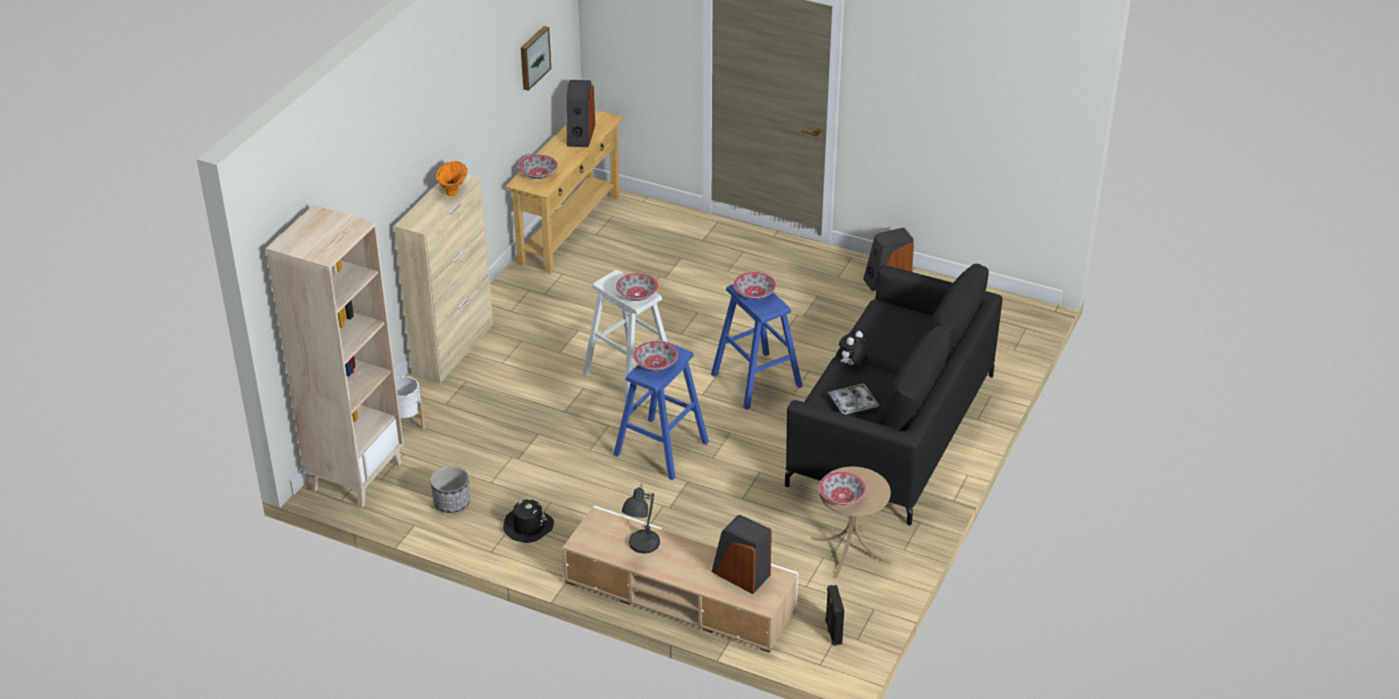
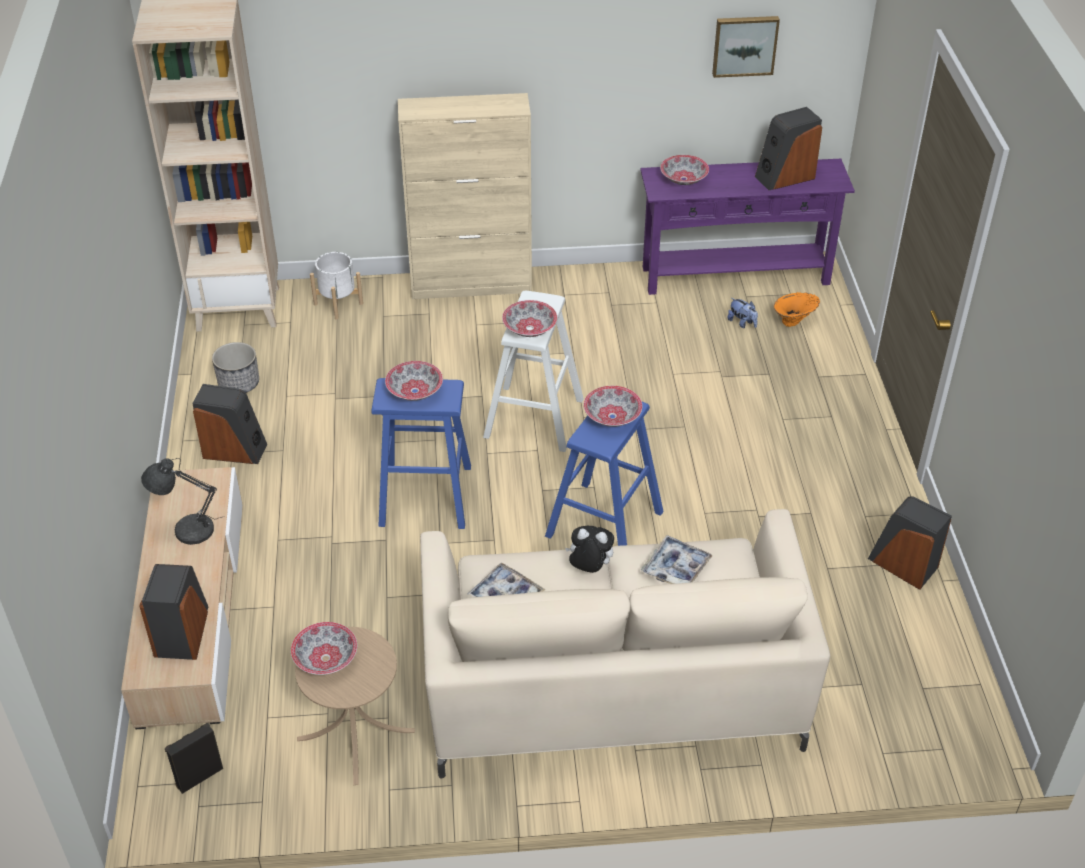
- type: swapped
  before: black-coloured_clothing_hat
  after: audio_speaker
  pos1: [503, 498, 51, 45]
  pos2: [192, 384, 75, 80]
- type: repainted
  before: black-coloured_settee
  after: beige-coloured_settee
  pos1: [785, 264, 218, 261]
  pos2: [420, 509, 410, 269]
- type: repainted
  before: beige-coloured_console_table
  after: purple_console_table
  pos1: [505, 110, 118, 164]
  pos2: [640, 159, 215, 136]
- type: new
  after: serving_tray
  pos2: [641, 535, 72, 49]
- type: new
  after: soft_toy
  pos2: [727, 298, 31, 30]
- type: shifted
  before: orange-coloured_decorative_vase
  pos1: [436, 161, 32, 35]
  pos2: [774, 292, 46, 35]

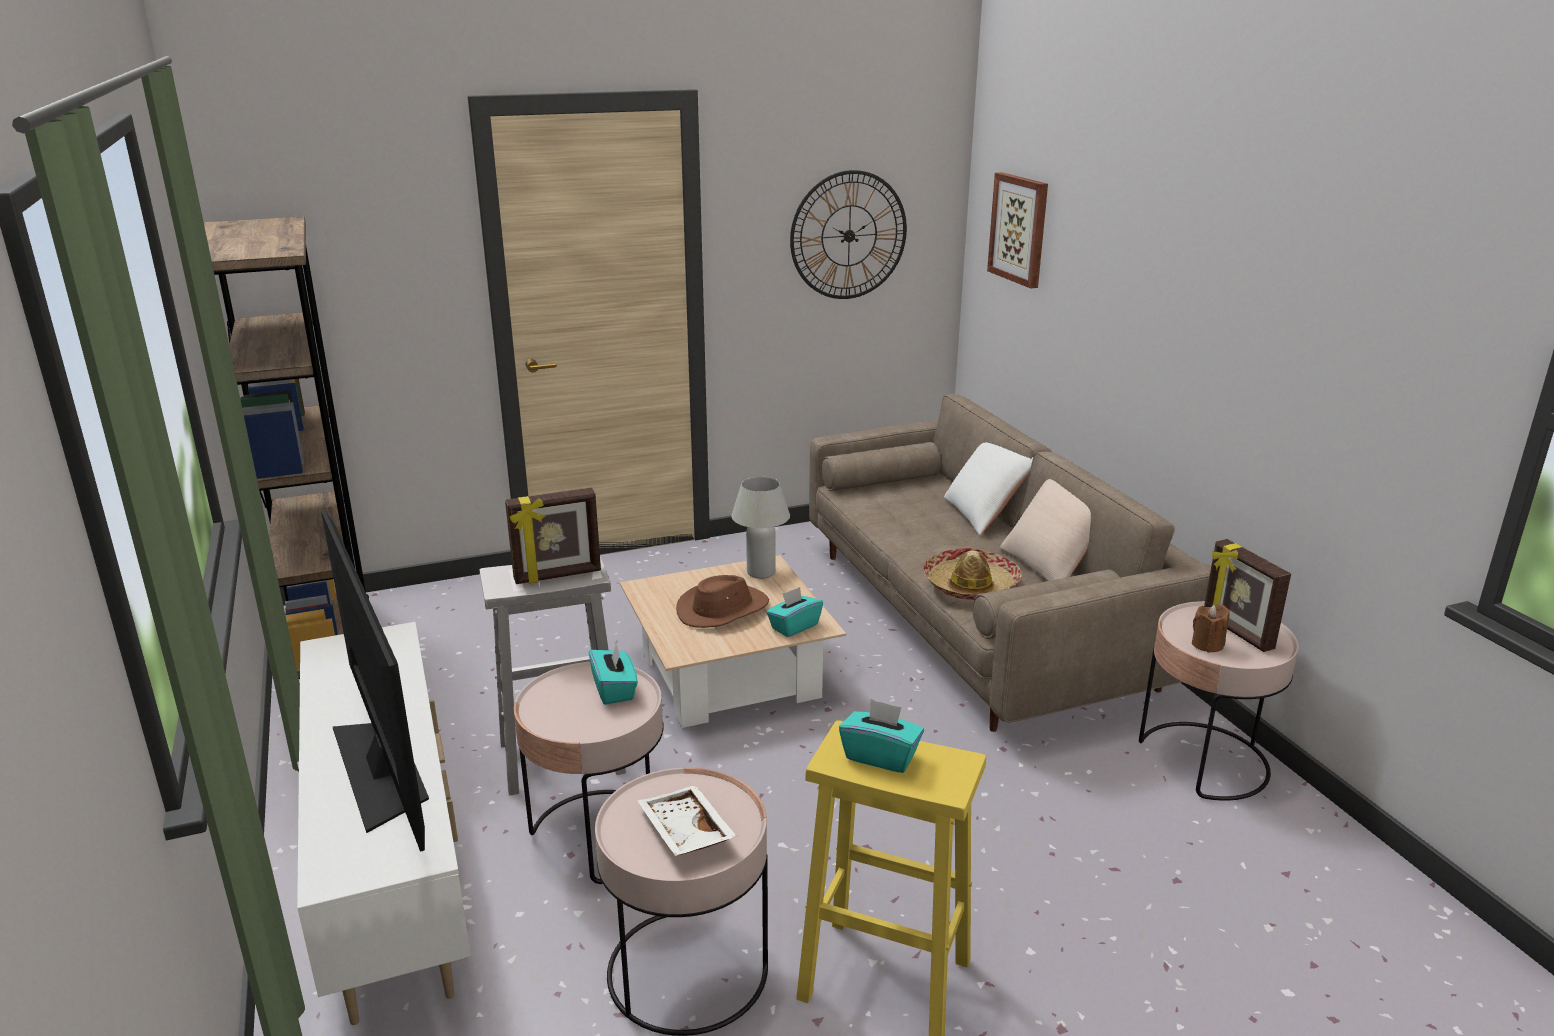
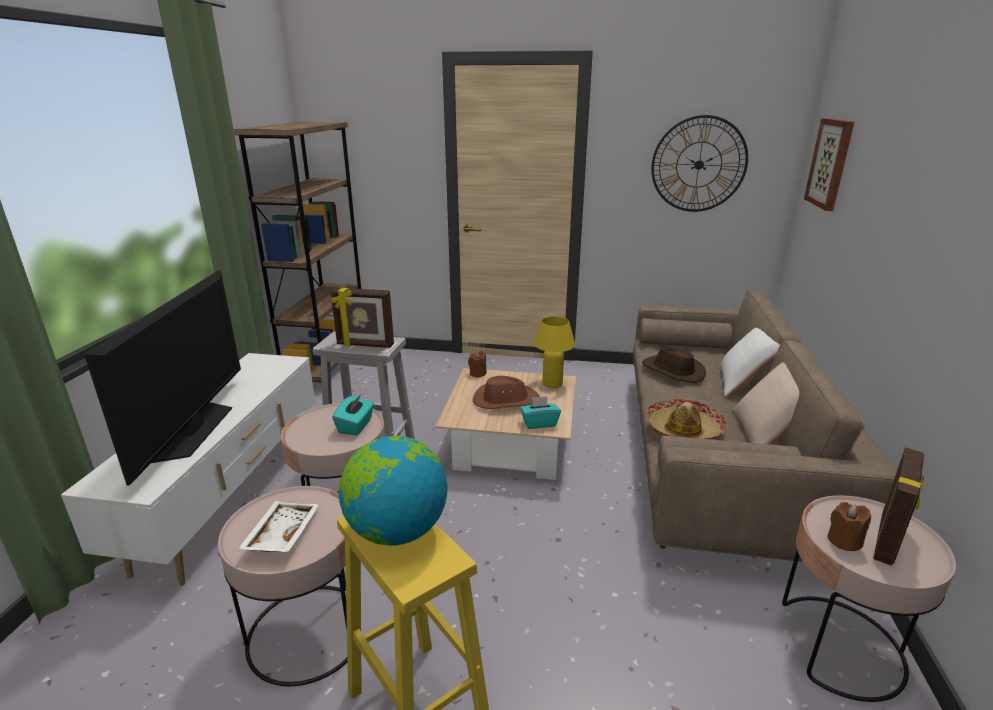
- type: swapped
  before: turquoise_box_of_tissues
  after: desk_globe
  pos1: [839, 699, 85, 74]
  pos2: [339, 436, 108, 110]
- type: new
  after: brown-coloured_candle
  pos2: [468, 351, 19, 27]
- type: repainted
  before: white_lamp_for_a_table
  after: yellow_lamp_for_a_table
  pos1: [731, 477, 59, 102]
  pos2: [534, 316, 41, 72]
- type: new
  after: brown-coloured_clothing_hat
  pos2: [642, 348, 64, 35]
- type: rotated
  before: standing_frame
  pos1: [1204, 539, 87, 113]
  pos2: [873, 447, 51, 119]
  turn: -150

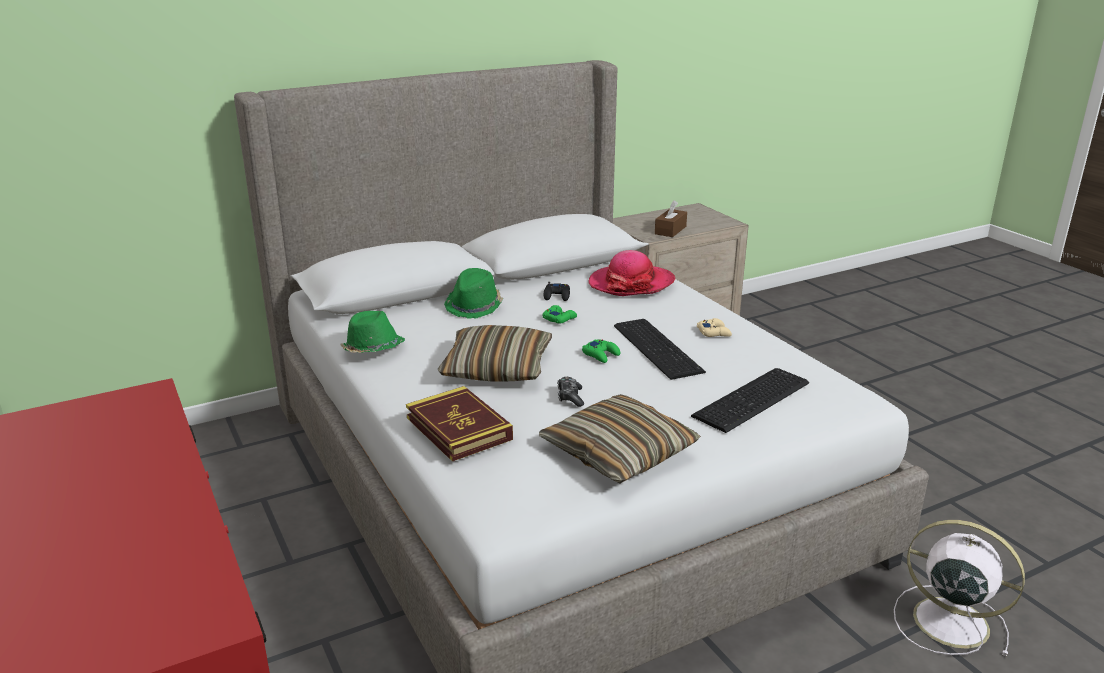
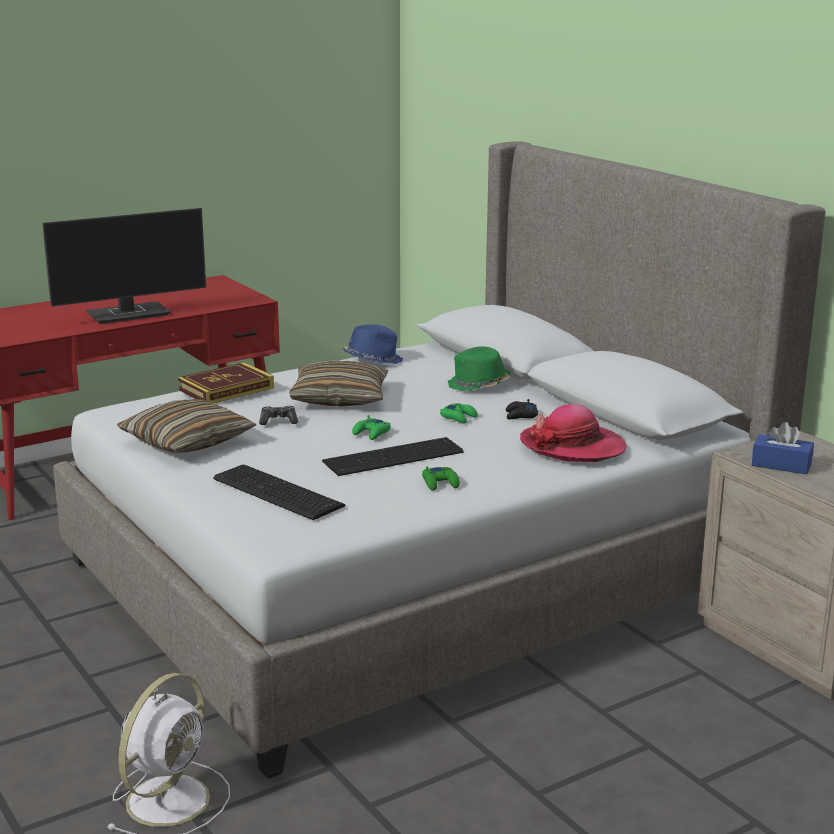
- type: new
  after: computer_screen
  pos2: [43, 208, 163, 116]
- type: repainted
  before: green-coloured_clothing_hat
  after: bluish_clothing_hat
  pos1: [340, 311, 65, 42]
  pos2: [343, 324, 60, 40]
- type: repainted
  before: beige-coloured_game_controller
  after: green-coloured_game_controller
  pos1: [697, 318, 35, 19]
  pos2: [422, 467, 38, 24]
- type: repainted
  before: brown-coloured_box_of_tissues
  after: bluish_box_of_tissues
  pos1: [655, 200, 32, 37]
  pos2: [752, 422, 62, 52]

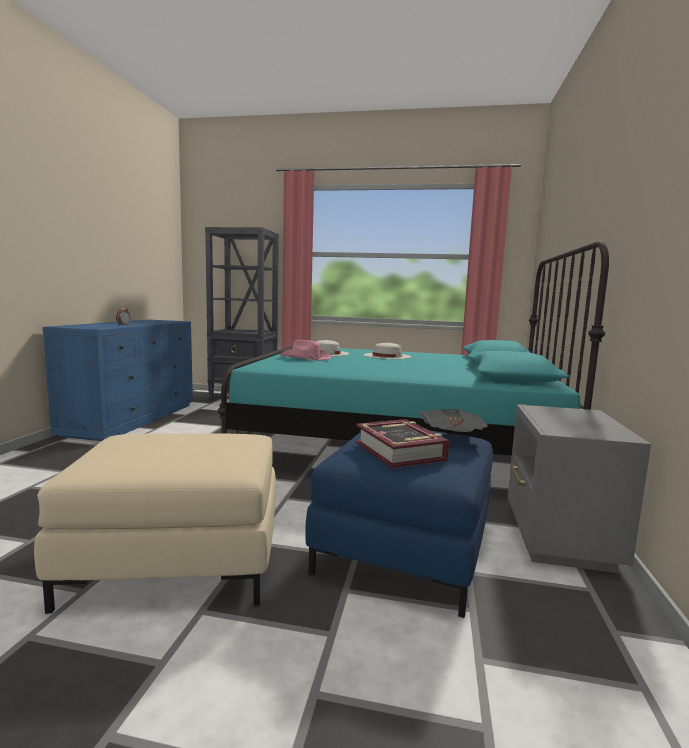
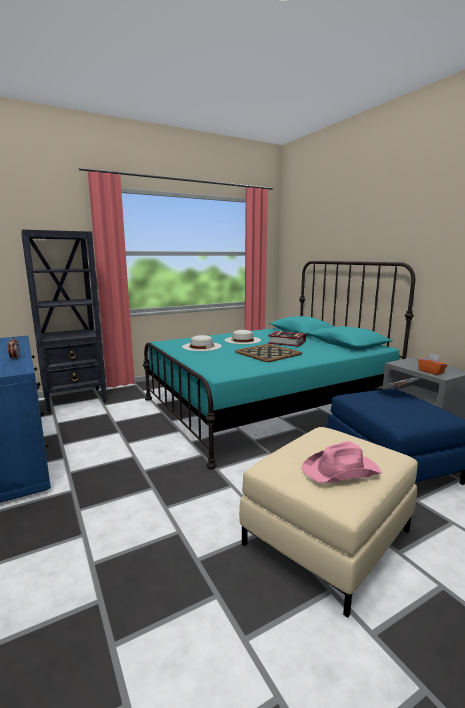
- type: new
  after: serving_tray
  pos2: [235, 344, 67, 18]
- type: shifted
  before: book
  pos1: [355, 419, 94, 50]
  pos2: [268, 331, 38, 16]
- type: shifted
  before: pink_clothing_hat
  pos1: [279, 340, 52, 21]
  pos2: [302, 441, 80, 42]
- type: new
  after: orange-coloured_box_of_tissues
  pos2: [418, 353, 30, 22]

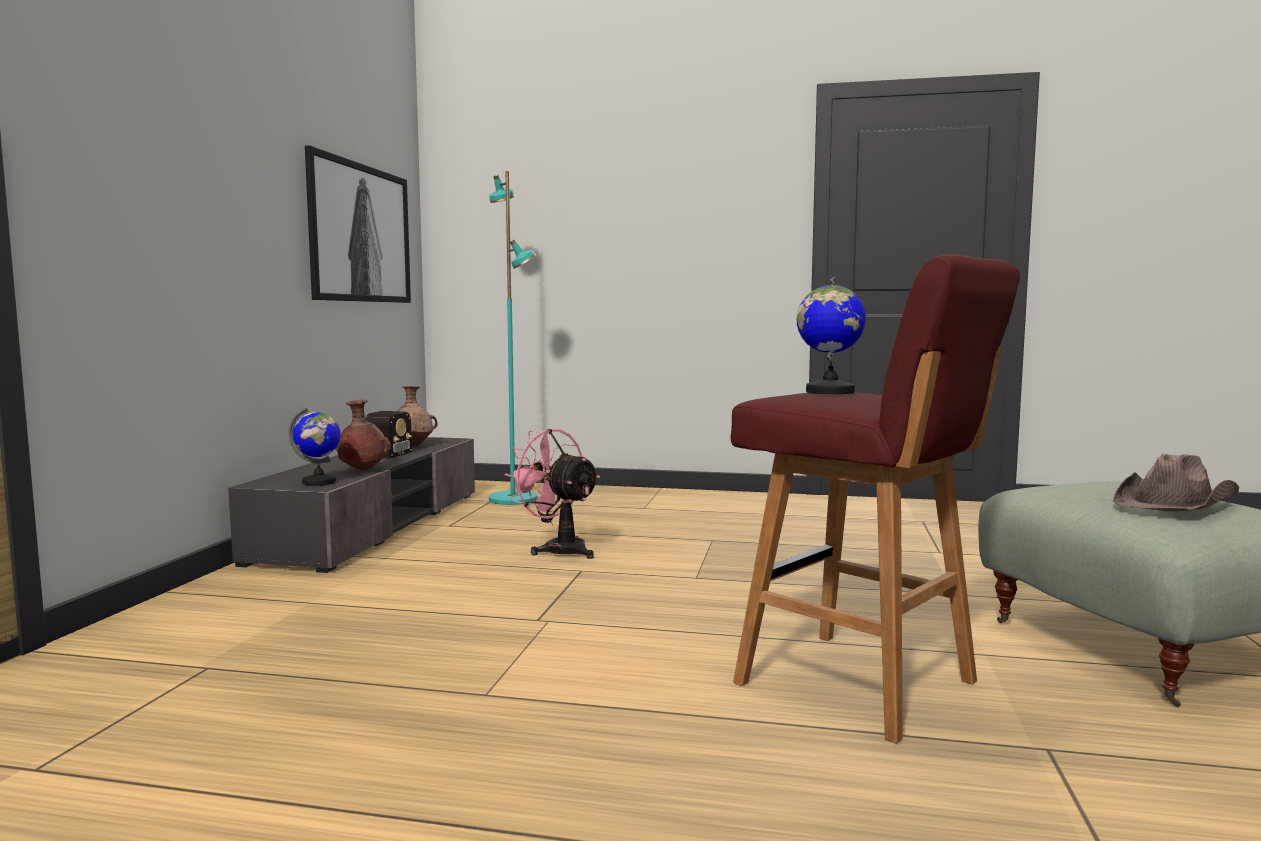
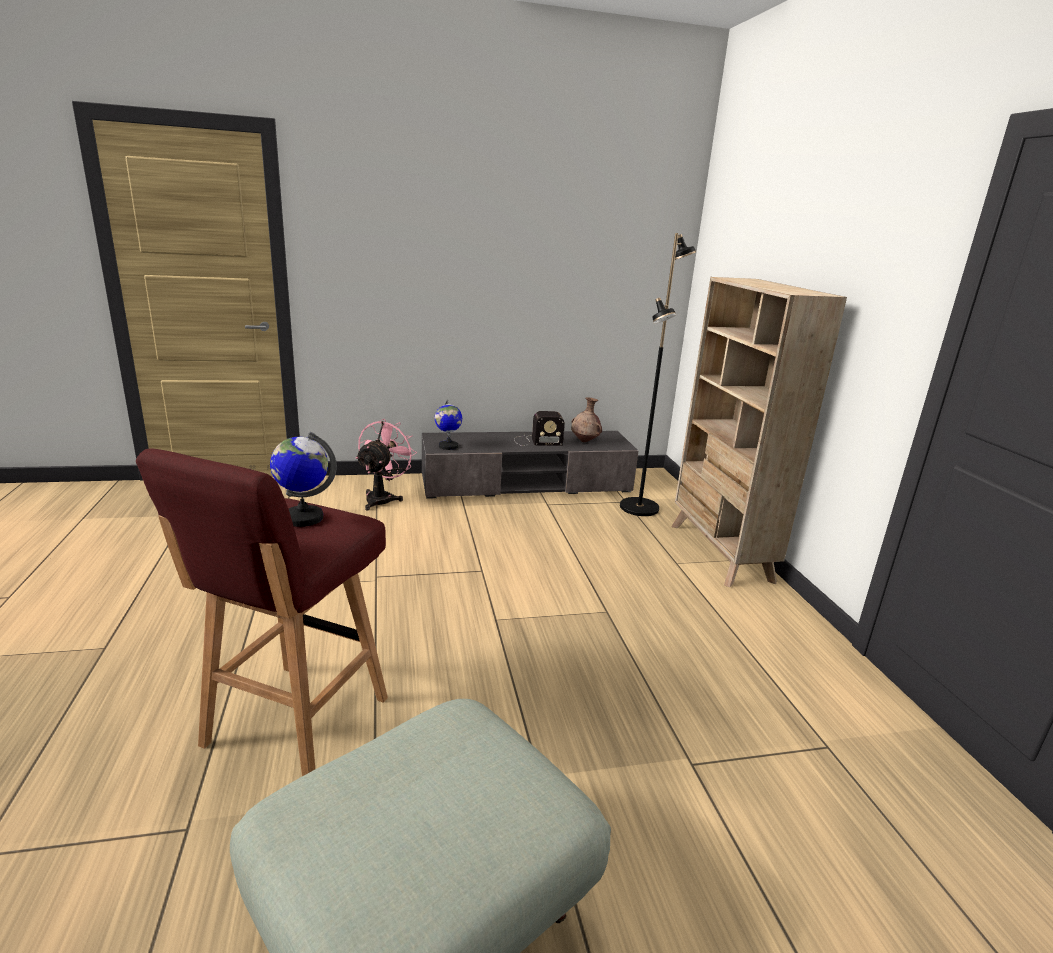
- type: shifted
  before: pink_electric_fan
  pos1: [504, 429, 96, 130]
  pos2: [356, 419, 61, 91]
- type: repainted
  before: turquoise_floor_lamp
  after: black-coloured_floor_lamp
  pos1: [489, 171, 48, 334]
  pos2: [620, 233, 76, 283]
- type: new
  after: beige-coloured_shelving_unit
  pos2: [671, 277, 176, 310]
- type: gone
  before: wall_art
  pos1: [305, 145, 106, 158]
- type: gone
  before: brown-coloured_decorative_vase
  pos1: [335, 399, 56, 71]
- type: gone
  before: brown-coloured_clothing_hat
  pos1: [1113, 454, 126, 57]

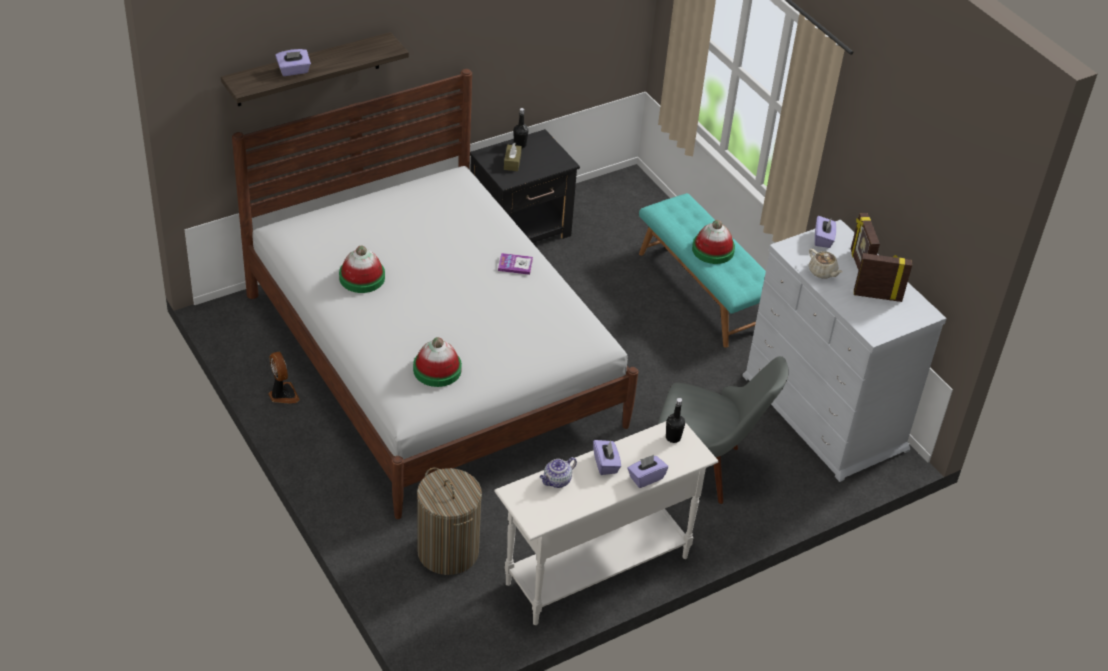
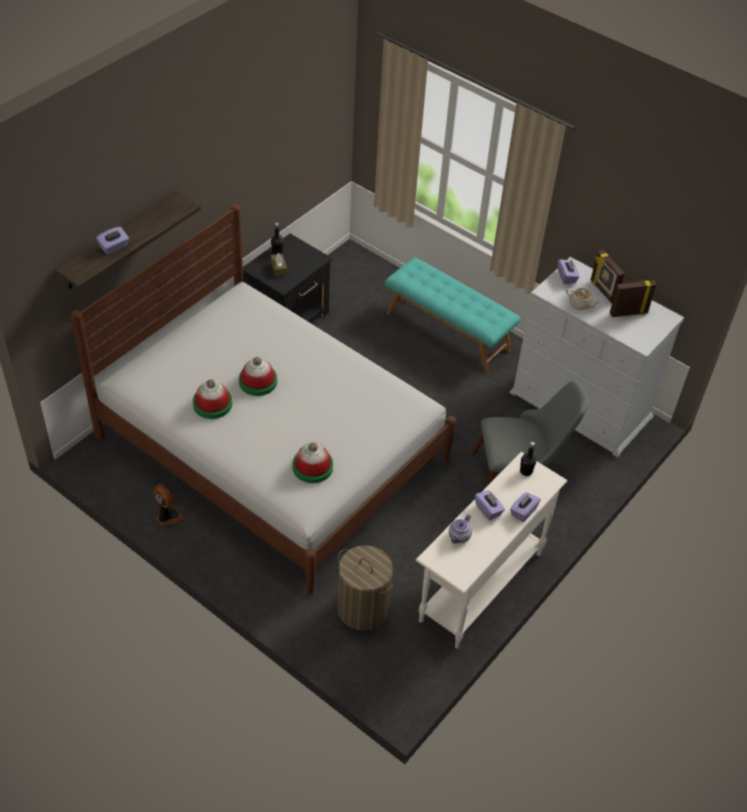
- type: shifted
  before: clothing_hat
  pos1: [692, 220, 43, 44]
  pos2: [239, 357, 38, 39]
- type: gone
  before: book
  pos1: [498, 253, 35, 22]

